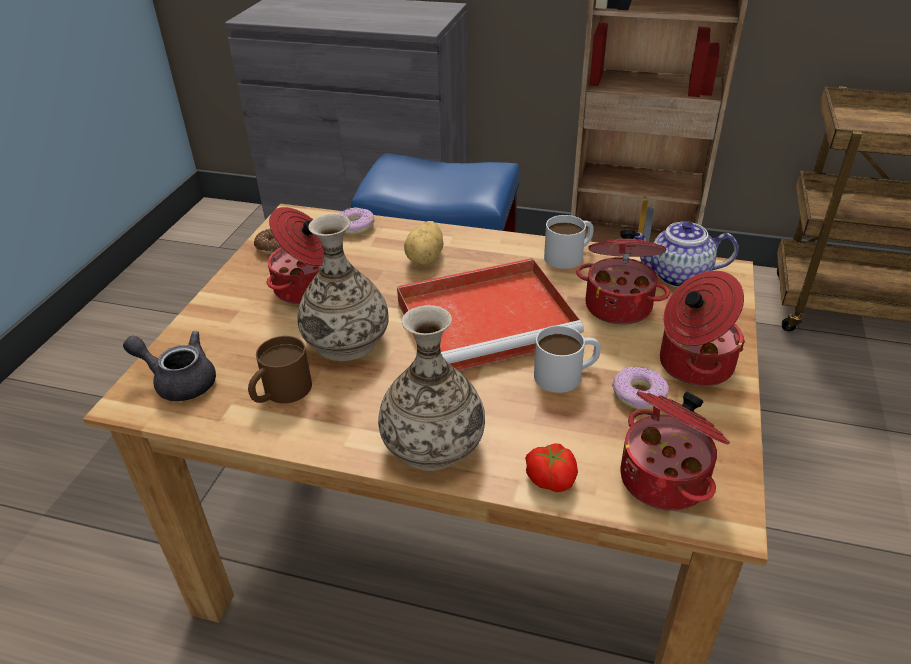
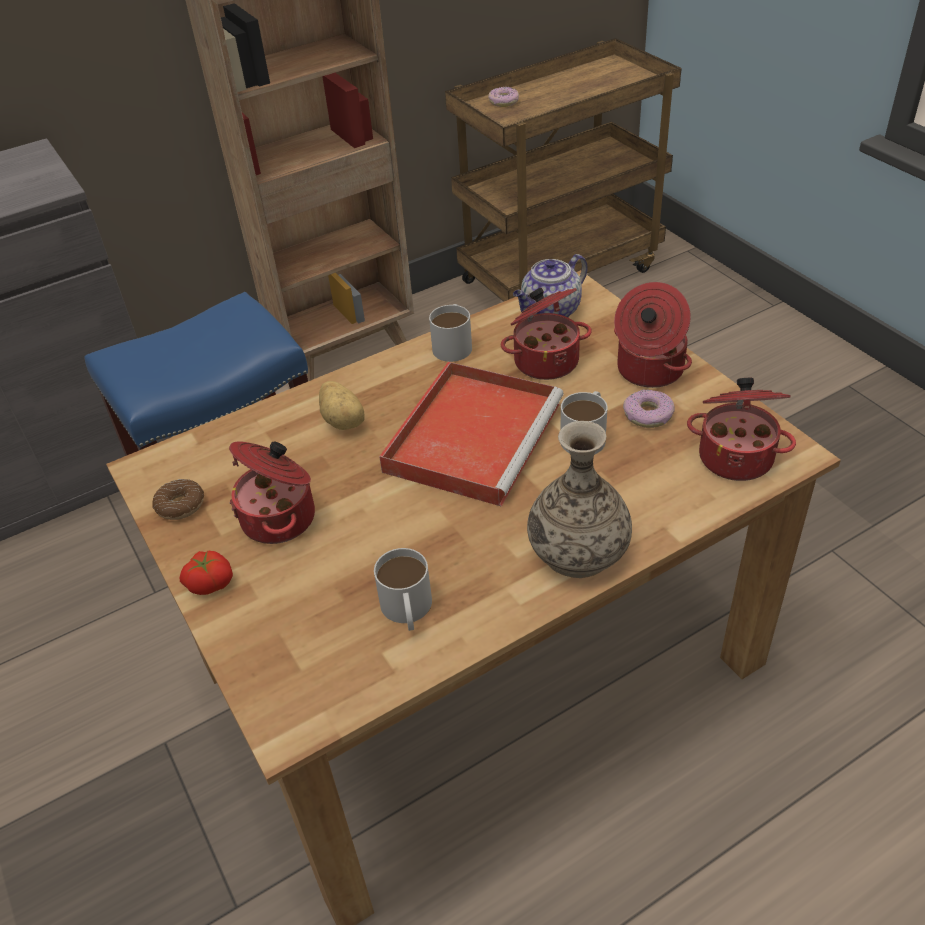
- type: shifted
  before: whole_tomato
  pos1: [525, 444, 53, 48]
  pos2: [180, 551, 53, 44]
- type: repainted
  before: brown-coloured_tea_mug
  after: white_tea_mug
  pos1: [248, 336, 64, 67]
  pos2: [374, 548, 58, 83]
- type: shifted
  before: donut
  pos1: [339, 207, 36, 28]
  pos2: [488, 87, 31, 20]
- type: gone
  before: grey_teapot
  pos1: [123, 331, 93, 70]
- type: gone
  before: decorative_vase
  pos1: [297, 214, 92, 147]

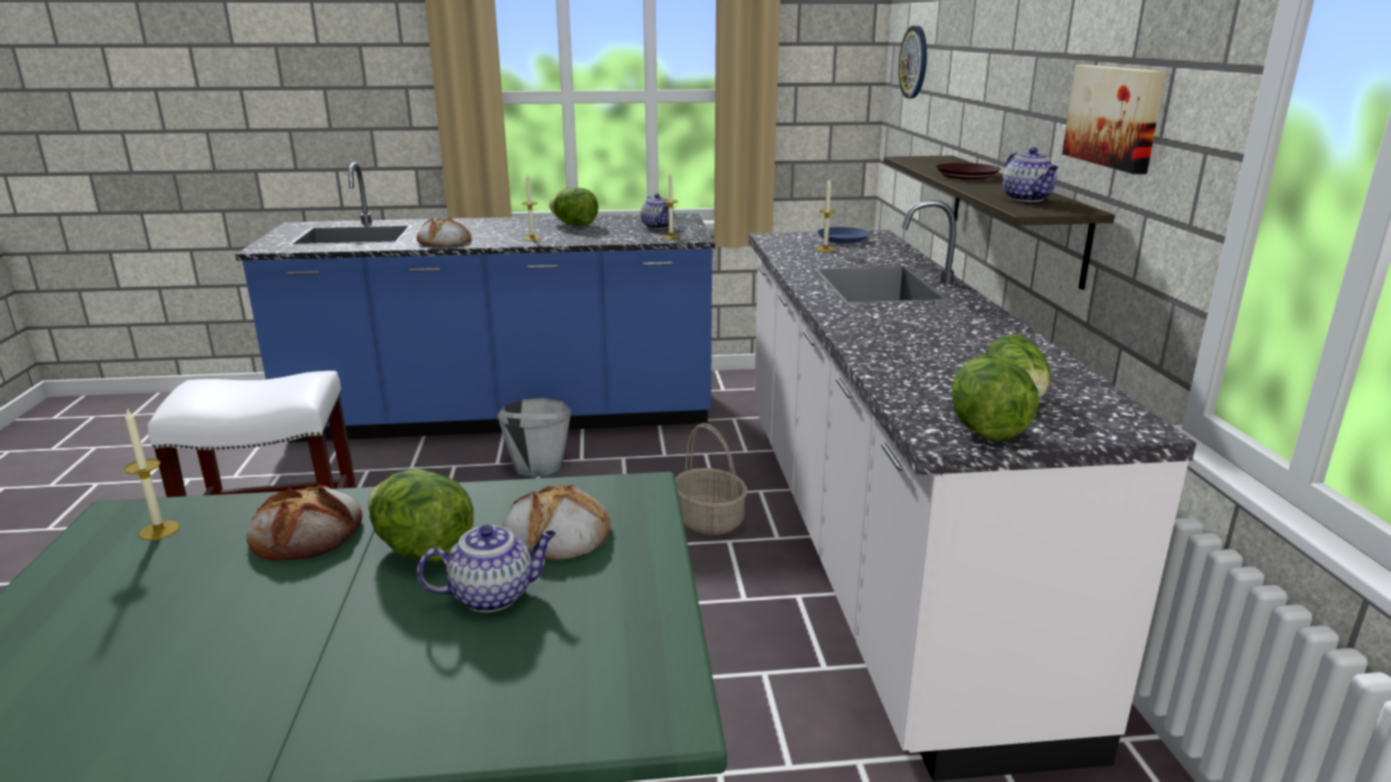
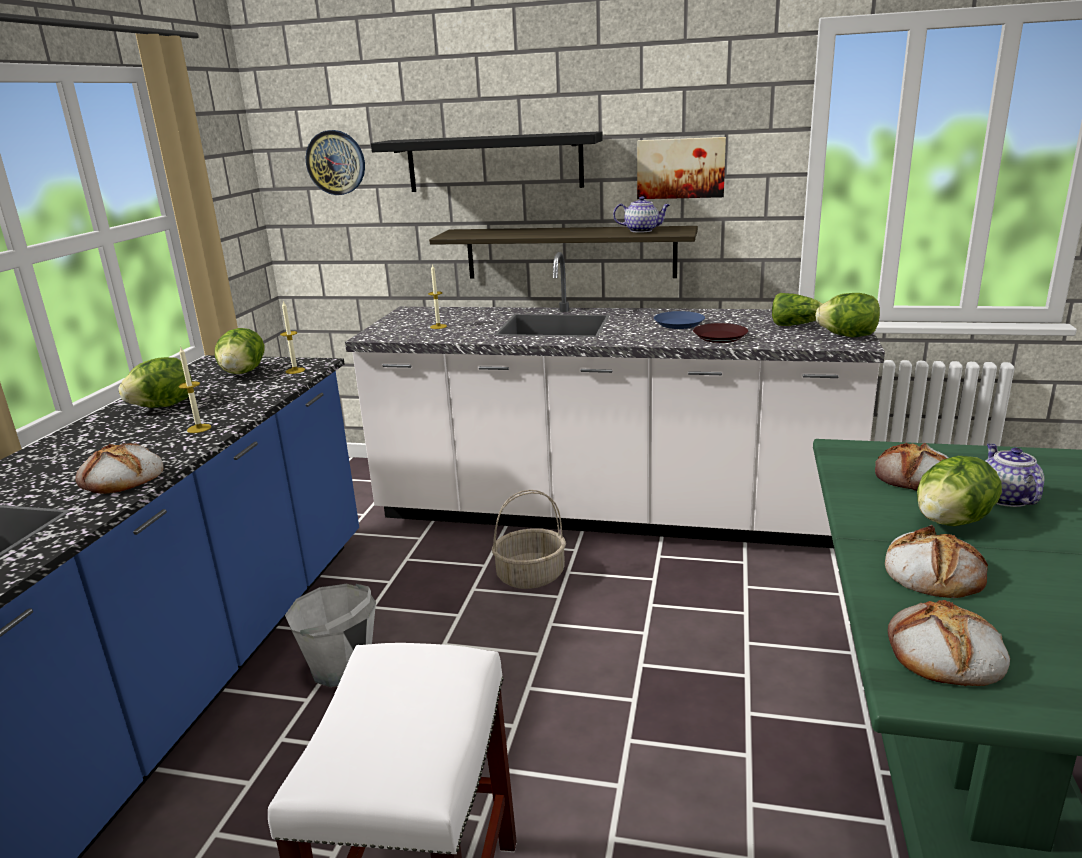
- type: swapped
  before: teapot
  after: head_of_lettuce
  pos1: [641, 194, 33, 35]
  pos2: [215, 328, 49, 46]
- type: new
  after: black-coloured_bracket_shelf
  pos2: [371, 131, 232, 61]
- type: shifted
  before: bluish_flat_dish
  pos1: [817, 227, 53, 17]
  pos2: [654, 311, 51, 18]
- type: shifted
  before: brown-coloured_flat_dish
  pos1: [936, 163, 65, 17]
  pos2: [693, 323, 55, 20]
- type: swapped
  before: candle
  after: baked_bread
  pos1: [124, 408, 56, 132]
  pos2: [888, 600, 122, 86]

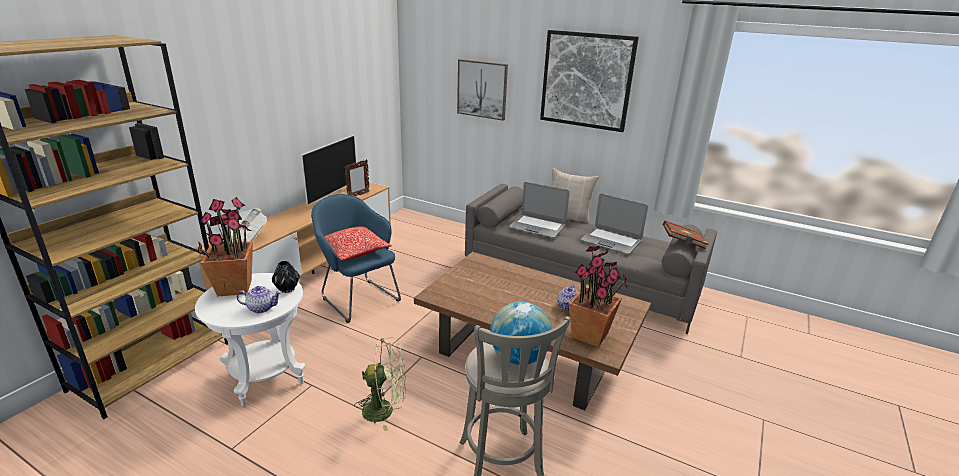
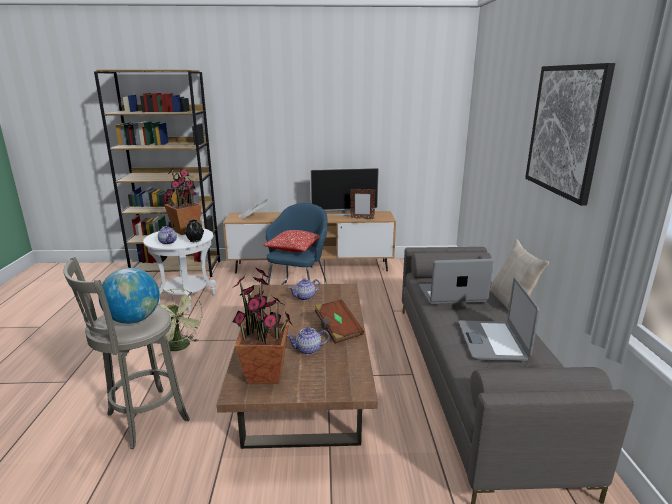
- type: new
  after: teapot
  pos2: [289, 278, 31, 23]
- type: shifted
  before: brown-coloured_book
  pos1: [663, 221, 46, 28]
  pos2: [315, 299, 49, 45]
- type: rotated
  before: laptop
  pos1: [509, 182, 61, 56]
  pos2: [419, 259, 75, 45]
  turn: 90
- type: gone
  before: wall_art
  pos1: [457, 59, 51, 62]

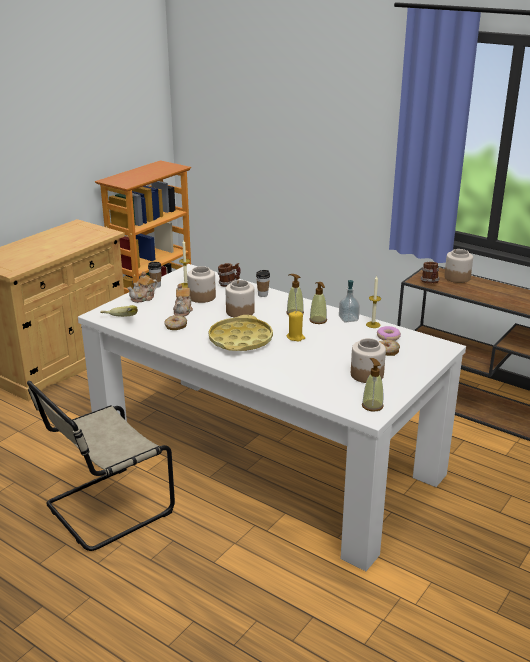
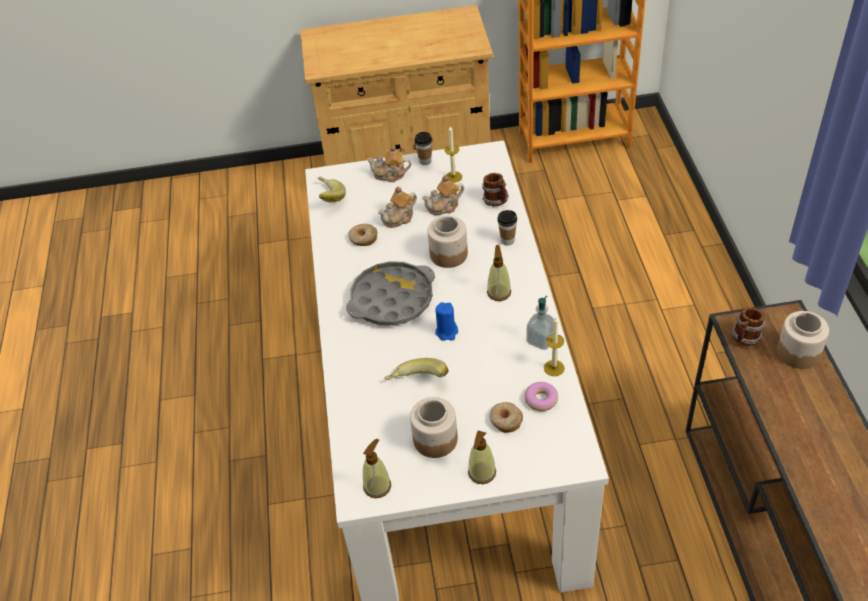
- type: repainted
  before: yellow_serving_tray
  after: grey_serving_tray
  pos1: [209, 315, 64, 36]
  pos2: [346, 261, 89, 65]
- type: new
  after: banana
  pos2: [385, 358, 63, 22]
- type: swapped
  before: storage_jar
  after: teapot
  pos1: [187, 266, 29, 37]
  pos2: [422, 175, 42, 40]
- type: repainted
  before: yellow_candle
  after: bluish_candle
  pos1: [287, 311, 18, 31]
  pos2: [435, 302, 23, 39]
- type: shifted
  before: soap_dispenser
  pos1: [309, 282, 18, 42]
  pos2: [468, 431, 28, 53]
- type: gone
  before: beige-coloured_plain_chair
  pos1: [27, 381, 148, 170]

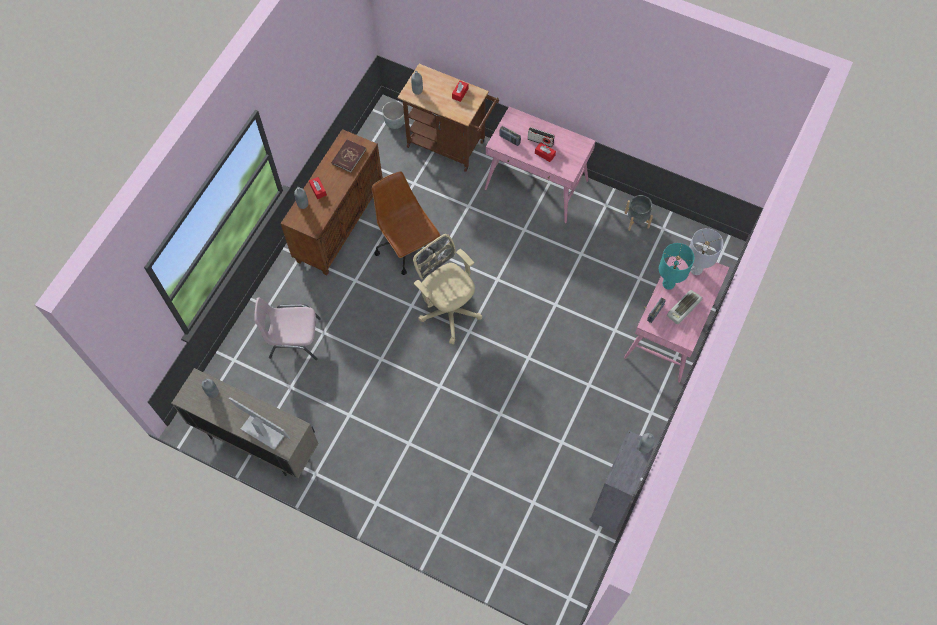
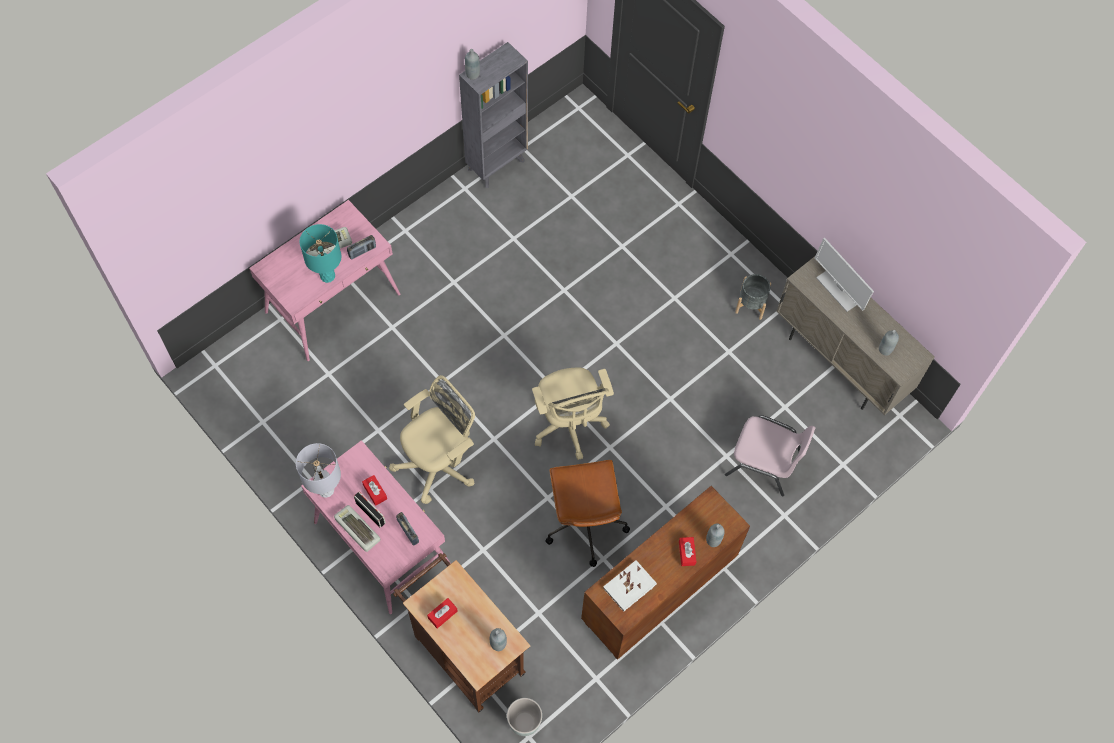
- type: shifted
  before: grey_lamp_for_a_table
  pos1: [689, 228, 34, 47]
  pos2: [296, 443, 45, 55]
- type: new
  after: computer_keyboard
  pos2: [334, 505, 46, 47]
- type: new
  after: beige-coloured_computer_chair
  pos2: [389, 375, 86, 129]
- type: repainted
  before: red-coloured_book
  after: white_book
  pos1: [331, 140, 35, 33]
  pos2: [603, 560, 54, 52]
- type: shifted
  before: grey_flower_pot
  pos1: [625, 195, 28, 36]
  pos2: [735, 274, 36, 46]

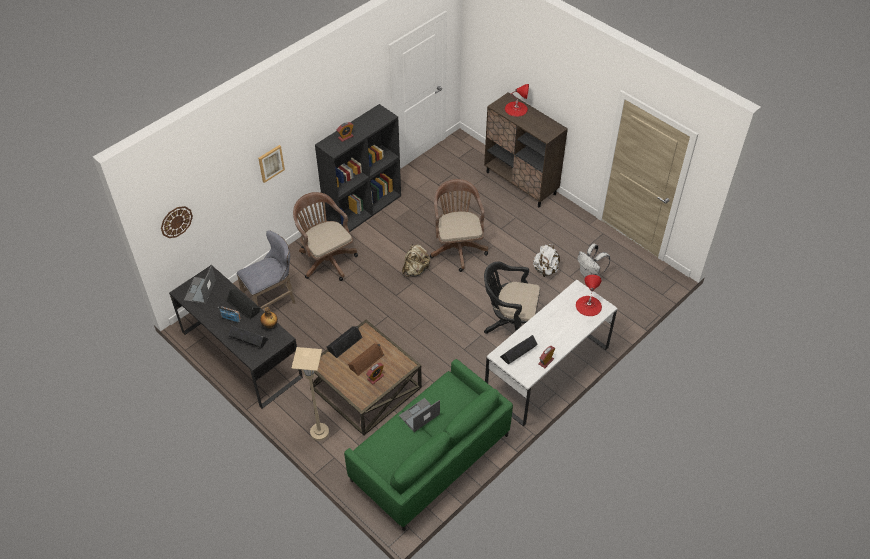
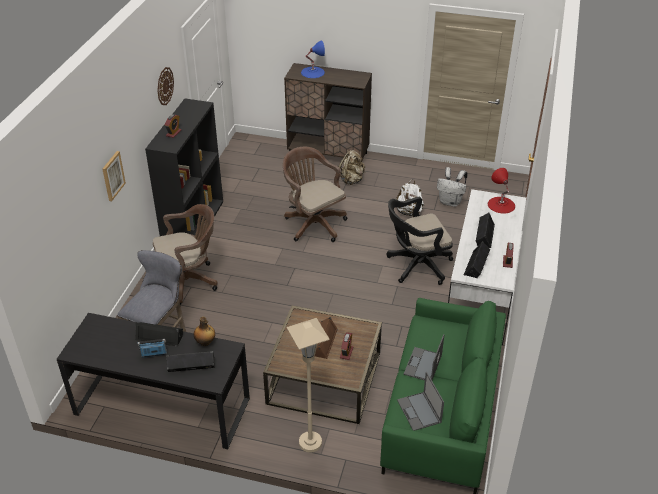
- type: rotated
  before: brown-coloured_computer_chair
  pos1: [293, 192, 65, 89]
  pos2: [153, 204, 65, 102]
  turn: 135
- type: shifted
  before: hanging_clock
  pos1: [161, 206, 32, 32]
  pos2: [157, 67, 17, 38]
- type: repainted
  before: red-coloured_lamp_for_a_table
  after: bluish_lamp_for_a_table
  pos1: [505, 84, 24, 33]
  pos2: [301, 40, 24, 38]
- type: shifted
  before: beige-coloured_backpack
  pos1: [402, 244, 28, 33]
  pos2: [339, 150, 26, 35]
- type: shifted
  before: laptop
  pos1: [184, 265, 32, 39]
  pos2: [397, 372, 47, 59]
- type: shifted
  before: black-coloured_audio_speaker
  pos1: [327, 326, 36, 32]
  pos2: [475, 213, 20, 35]

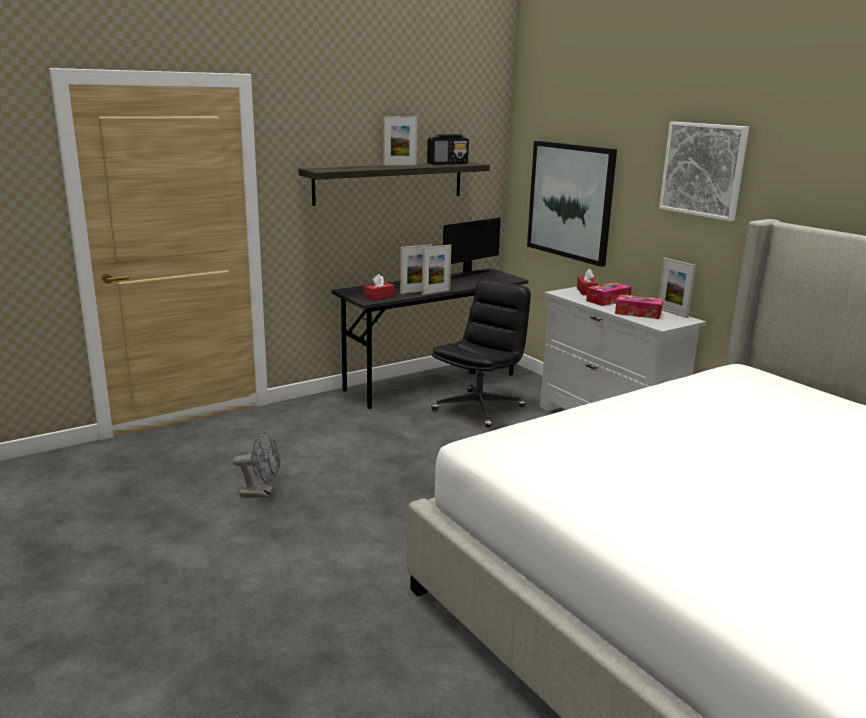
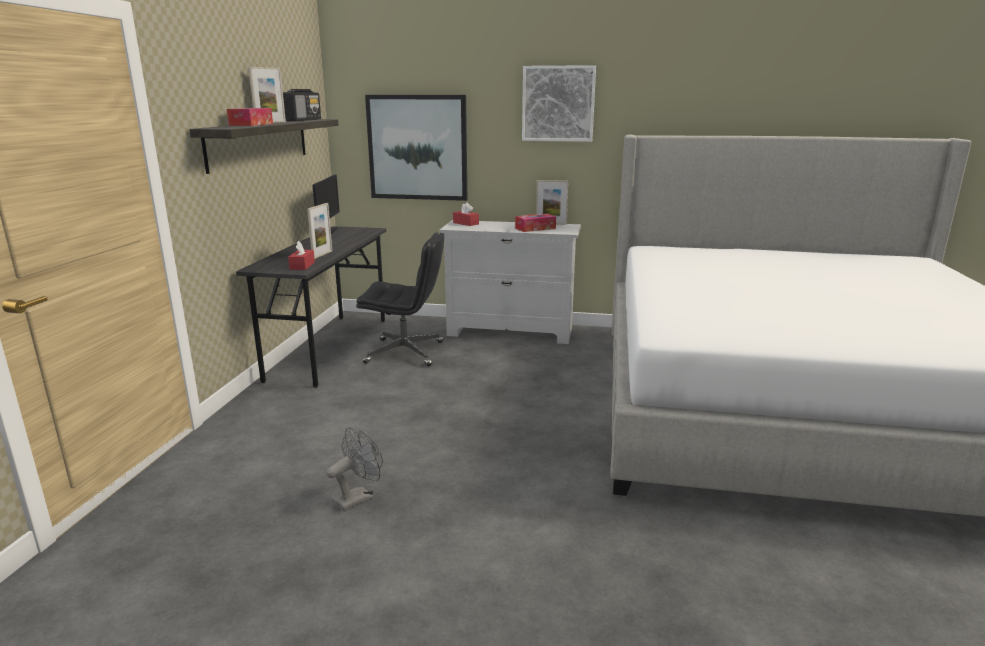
- type: shifted
  before: box_of_tissues
  pos1: [586, 282, 46, 24]
  pos2: [227, 108, 46, 18]
- type: rotated
  before: black-coloured_computer_chair
  pos1: [431, 279, 100, 149]
  pos2: [356, 232, 88, 134]
  turn: 105
- type: gone
  before: standing_frame
  pos1: [422, 245, 30, 50]

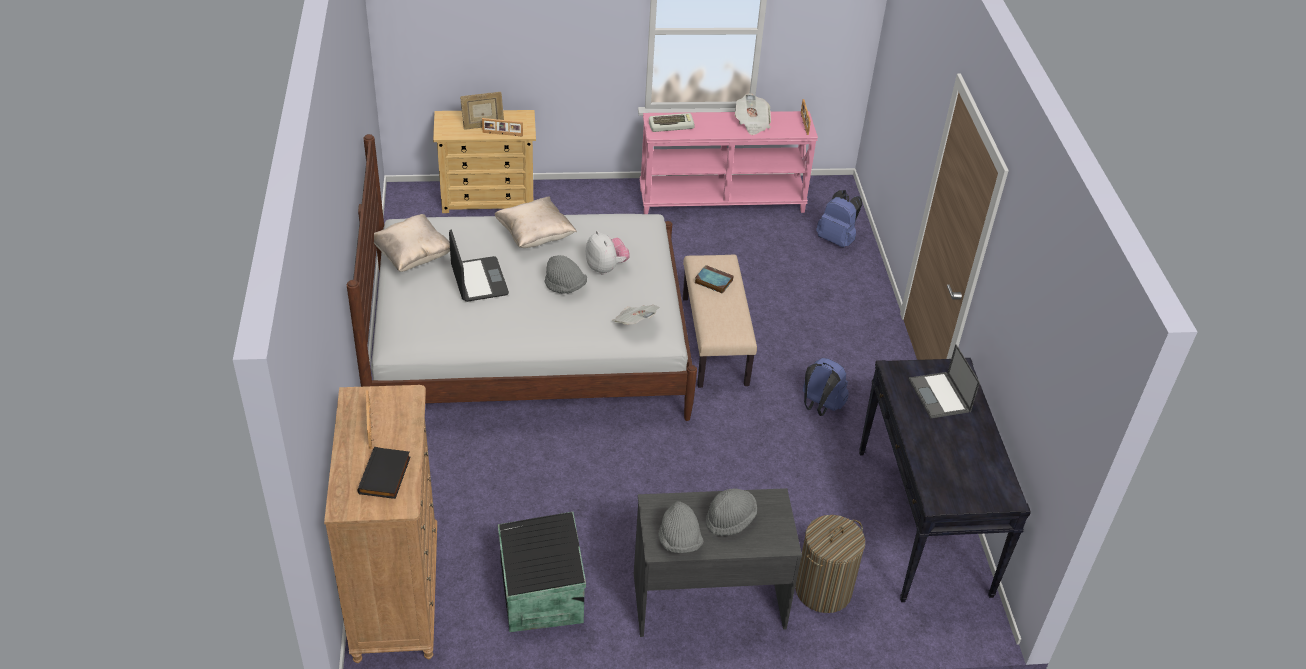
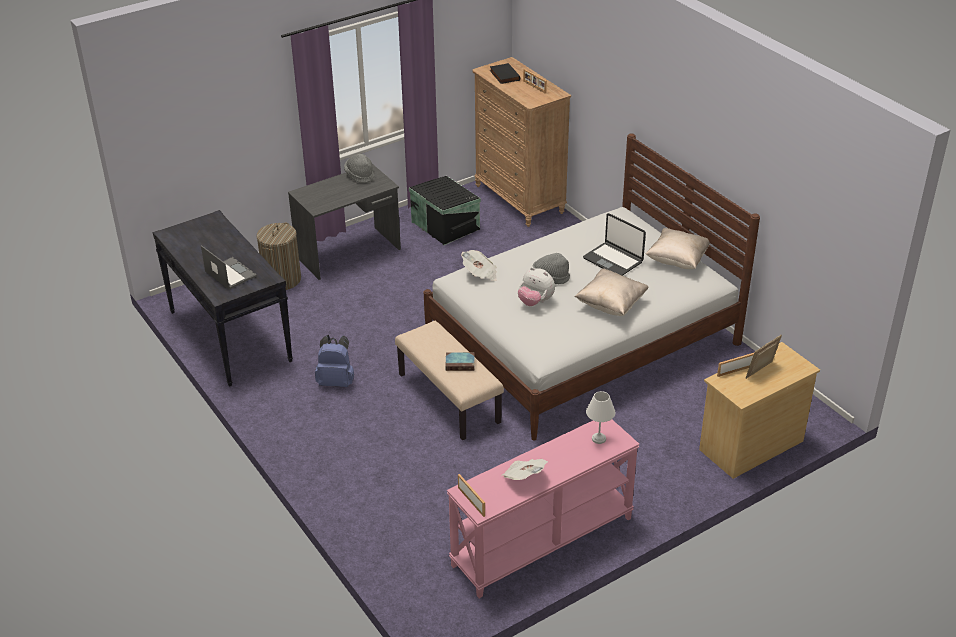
- type: swapped
  before: computer_keyboard
  after: white_lamp_for_a_table
  pos1: [649, 113, 46, 19]
  pos2: [586, 391, 29, 53]
- type: gone
  before: grey_clothing_hat
  pos1: [706, 489, 51, 47]
- type: gone
  before: bluish_backpack
  pos1: [816, 190, 46, 58]

